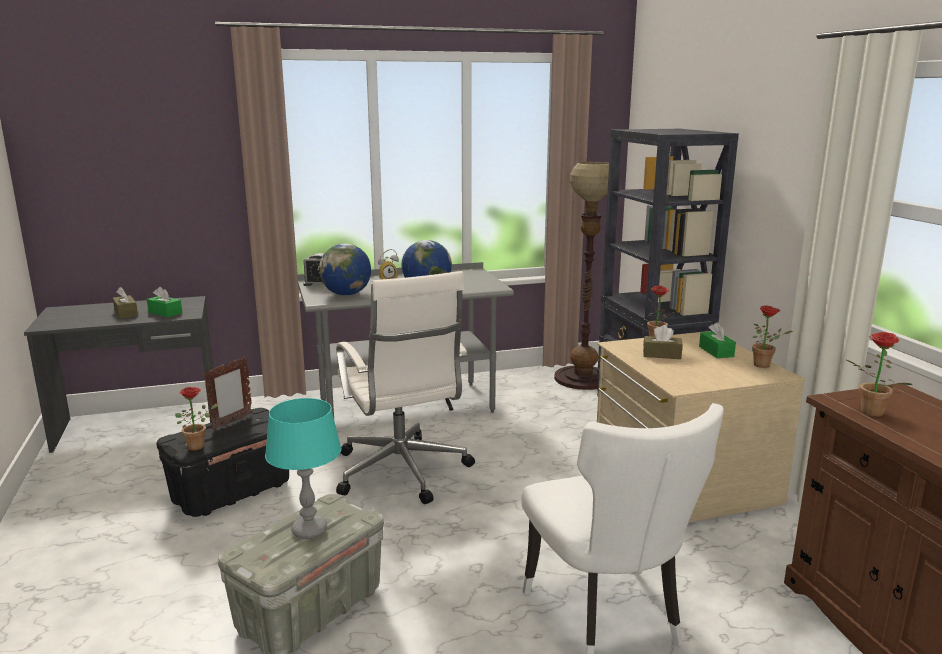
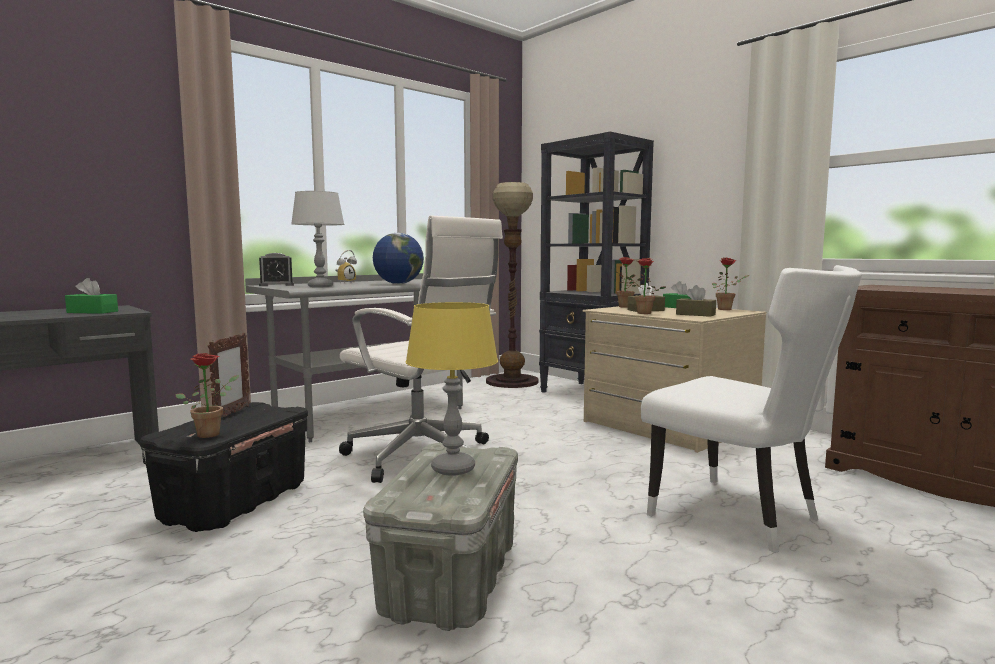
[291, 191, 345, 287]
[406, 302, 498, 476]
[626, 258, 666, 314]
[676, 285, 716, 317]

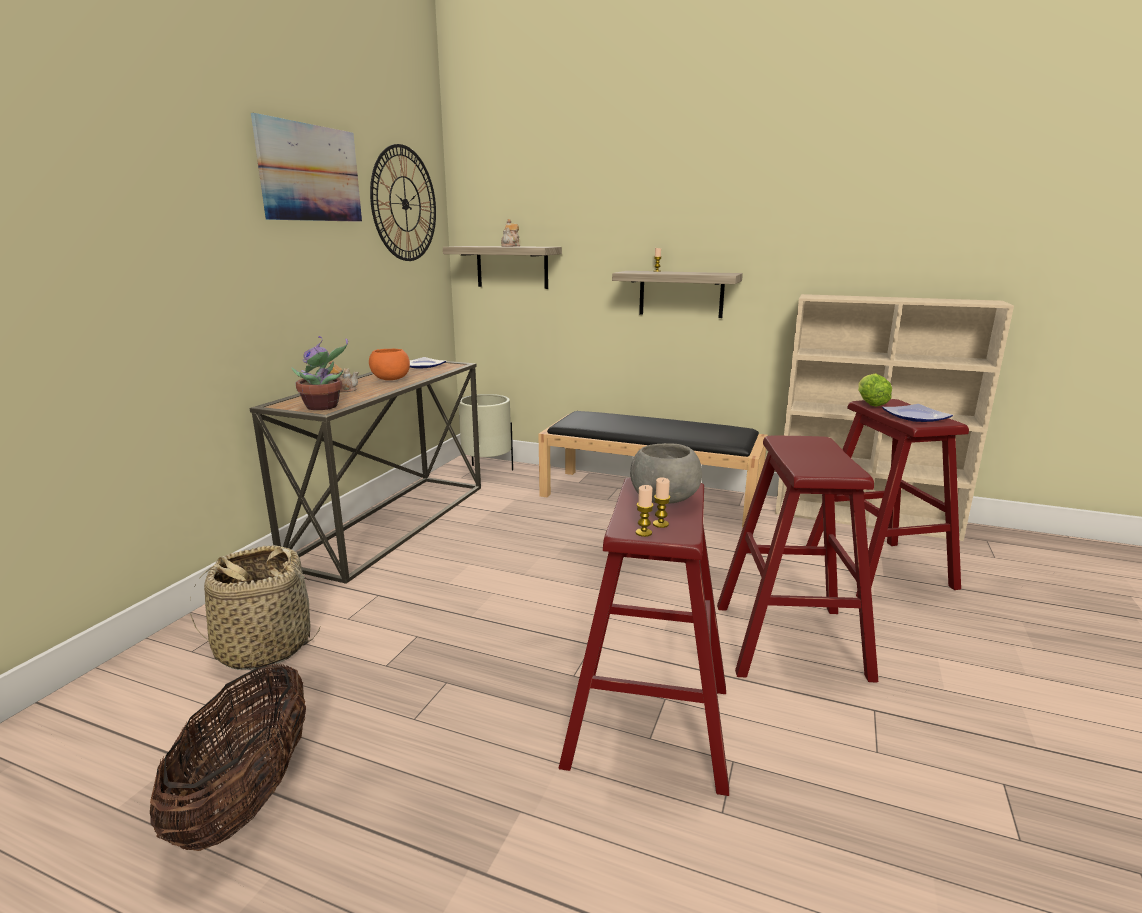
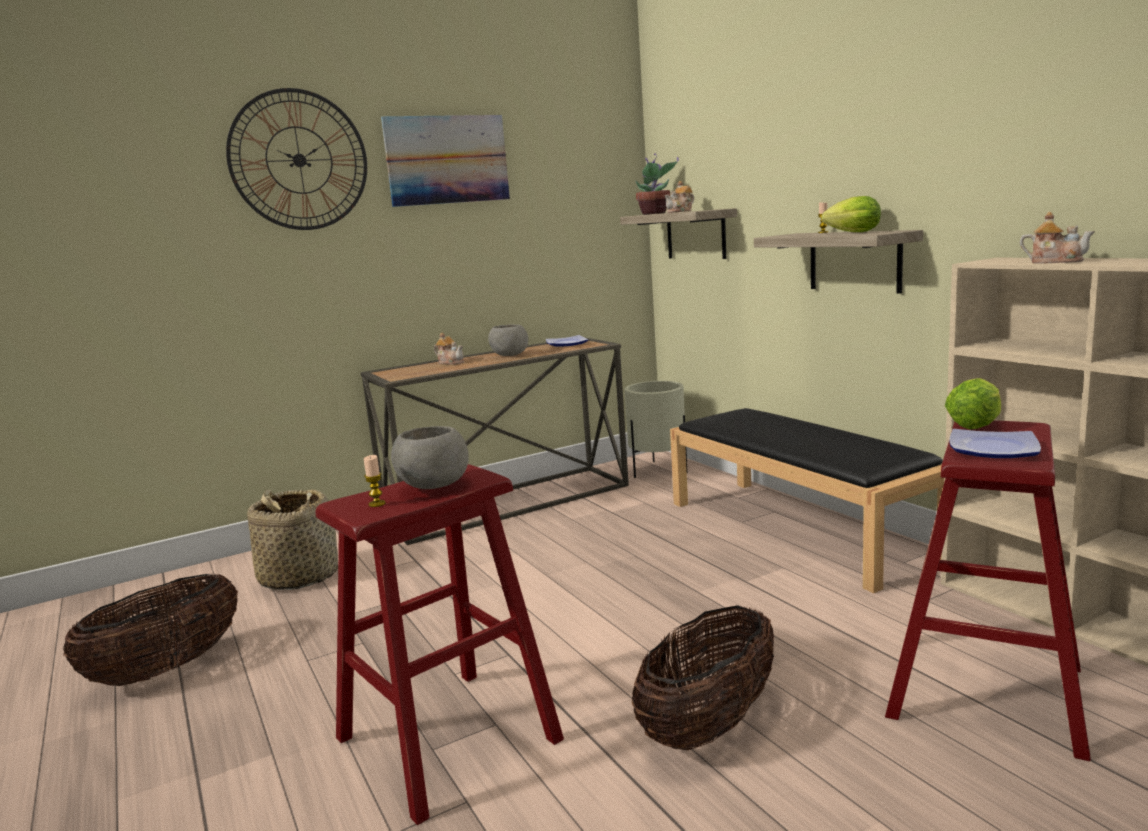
[226, 88, 367, 230]
[488, 325, 528, 356]
[632, 605, 774, 750]
[636, 154, 679, 215]
[821, 196, 881, 232]
[1020, 212, 1095, 264]
[636, 485, 654, 537] (first image)

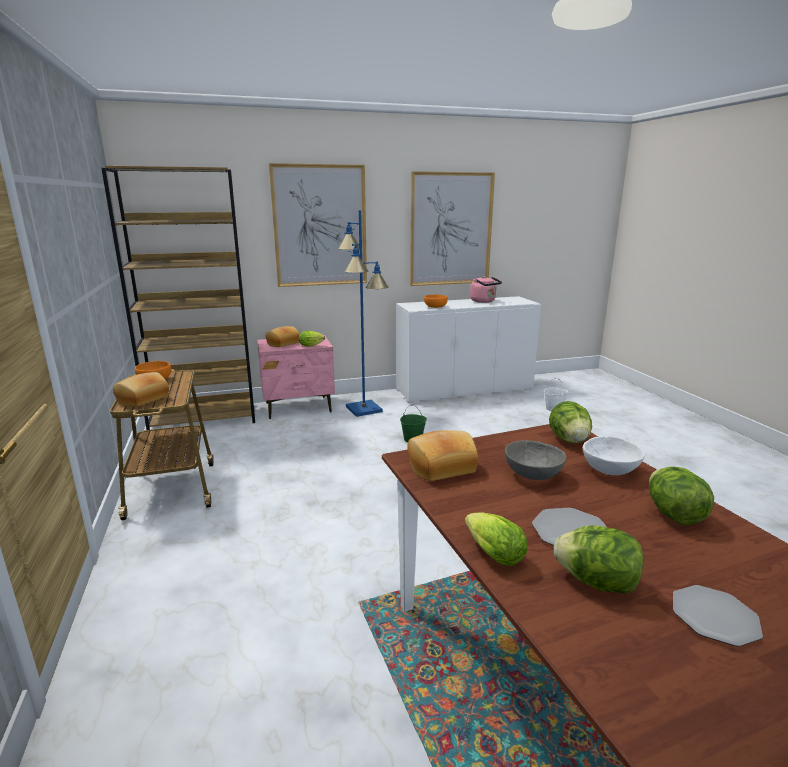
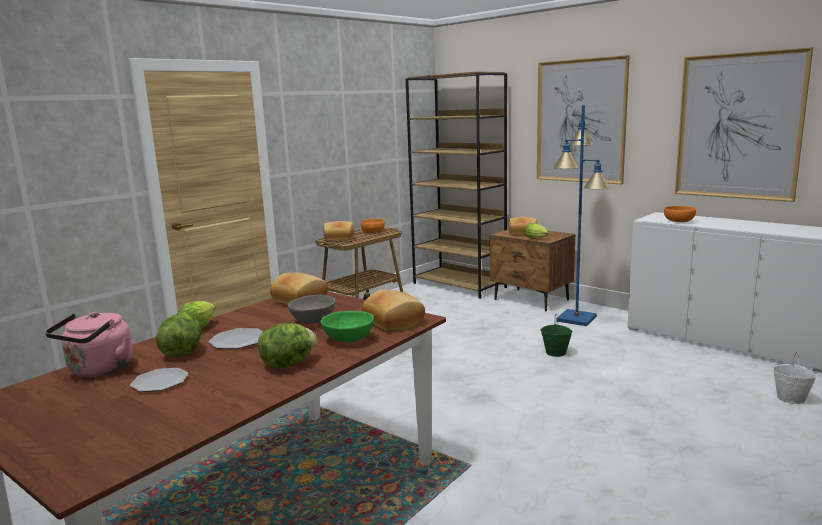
[45, 312, 133, 377]
[321, 311, 374, 343]
[362, 289, 425, 331]
[490, 229, 575, 311]

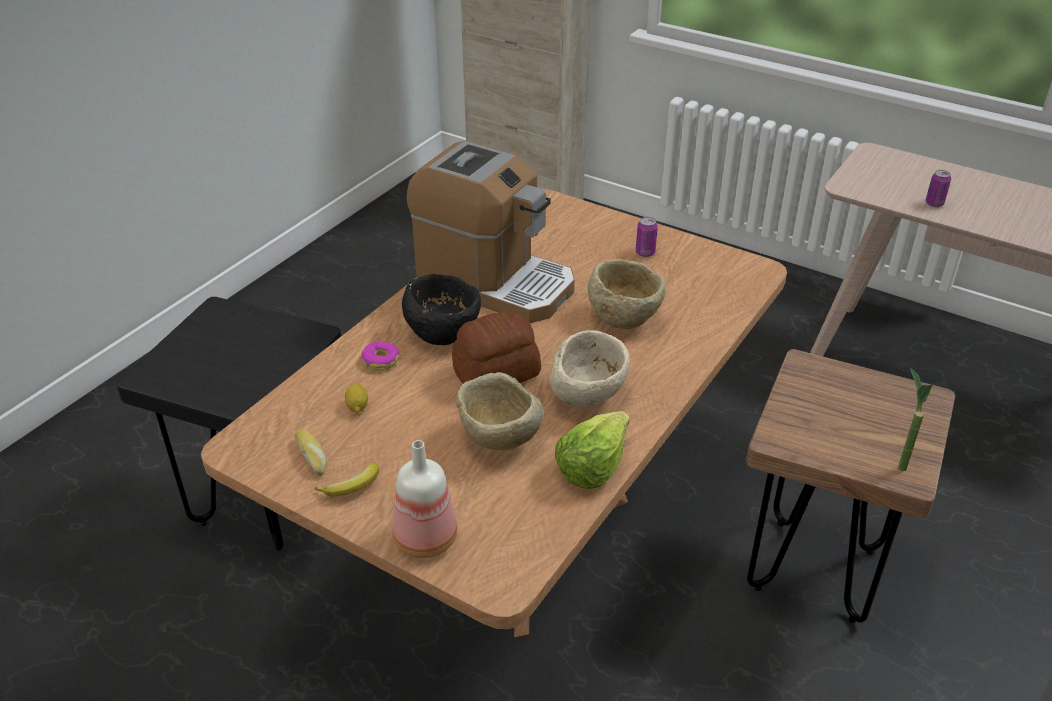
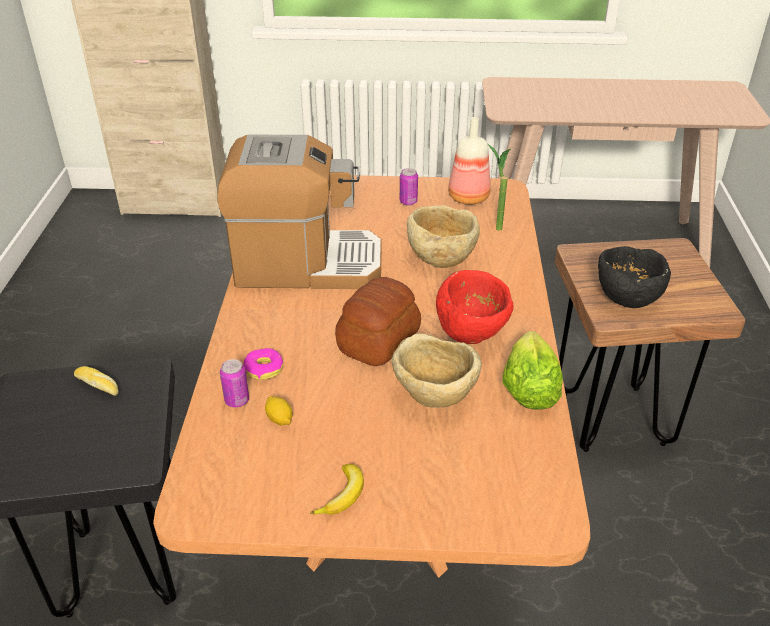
[74, 366, 119, 396]
[220, 359, 249, 408]
[436, 270, 513, 344]
[448, 117, 490, 205]
[487, 143, 510, 231]
[598, 246, 671, 308]

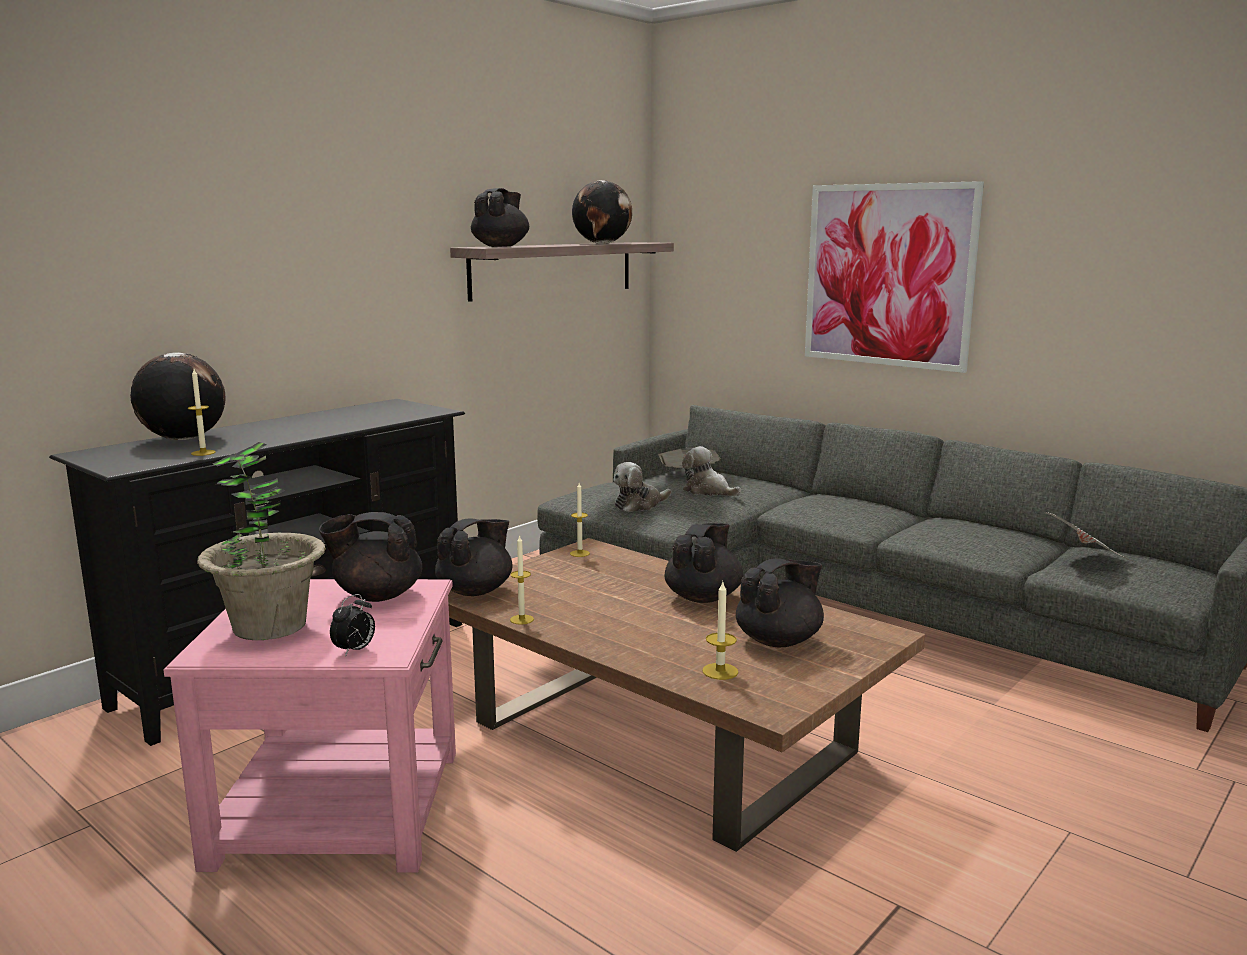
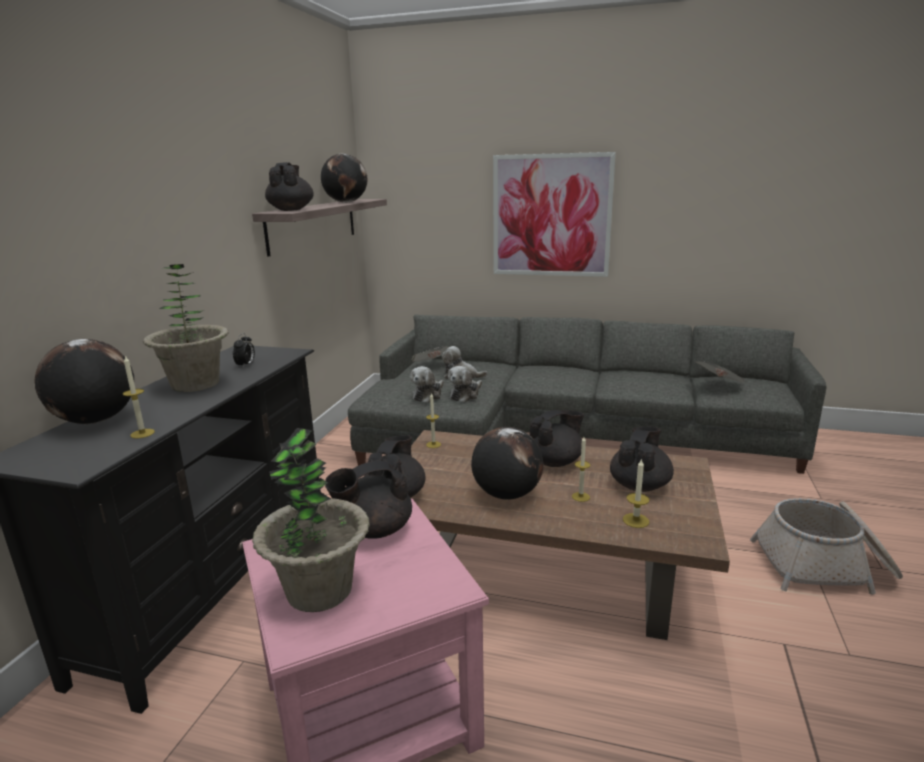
[143, 264, 229, 392]
[233, 333, 255, 368]
[448, 366, 482, 402]
[471, 427, 543, 500]
[529, 410, 584, 467]
[572, 437, 590, 502]
[750, 498, 903, 595]

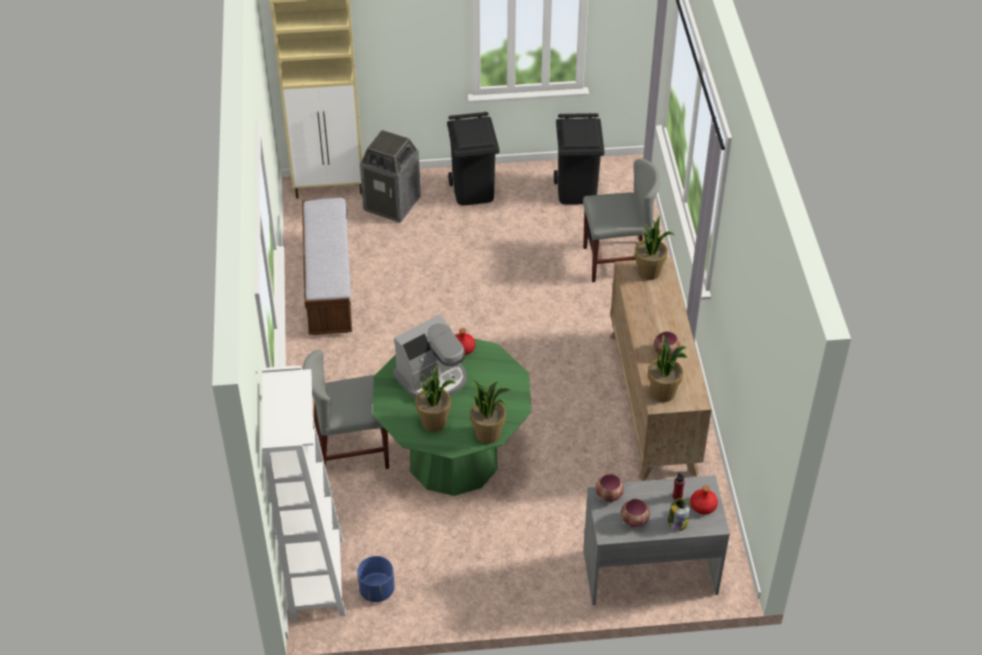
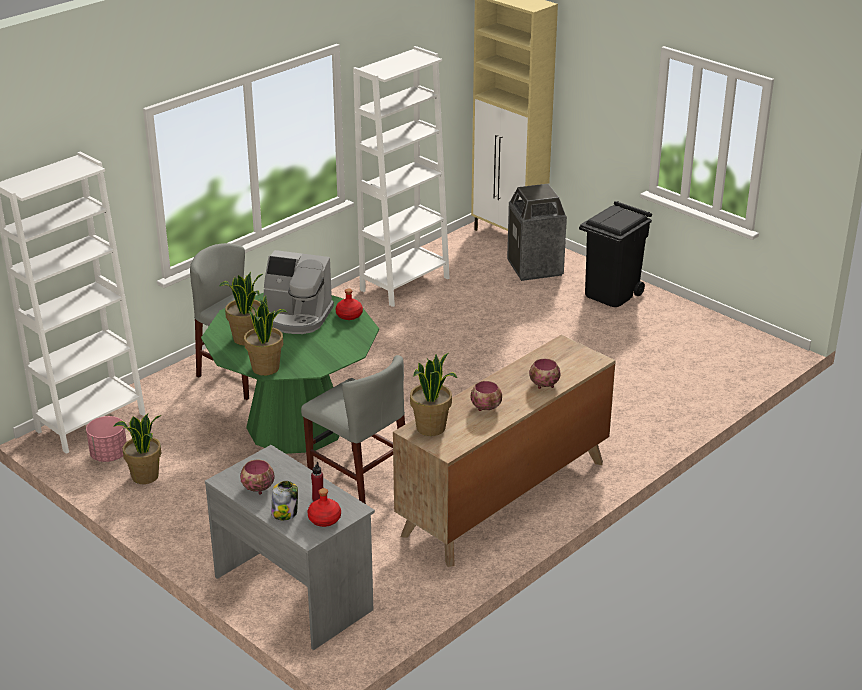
[86, 416, 127, 462]
[113, 413, 161, 484]
[301, 355, 405, 504]
[353, 46, 450, 307]
[529, 358, 560, 389]
[554, 113, 604, 205] (first image)

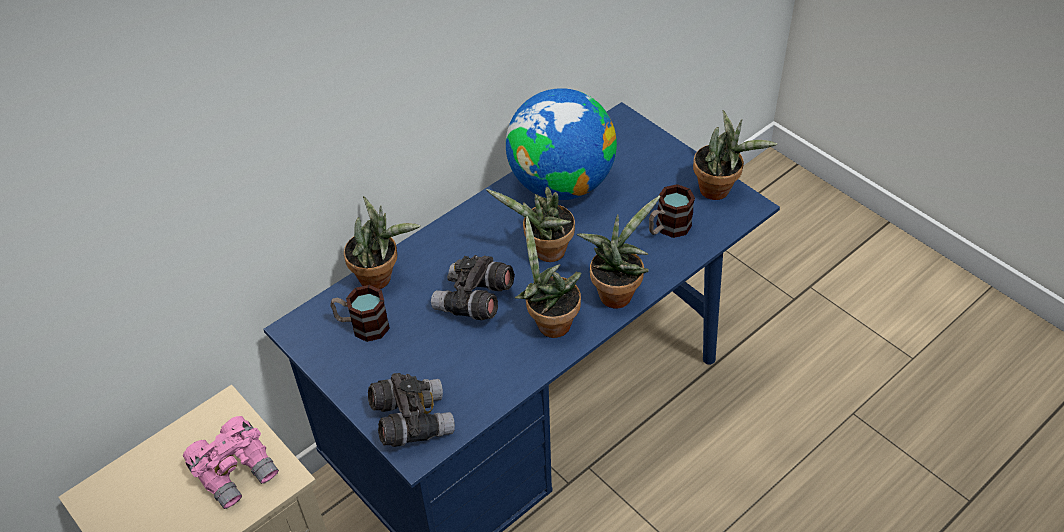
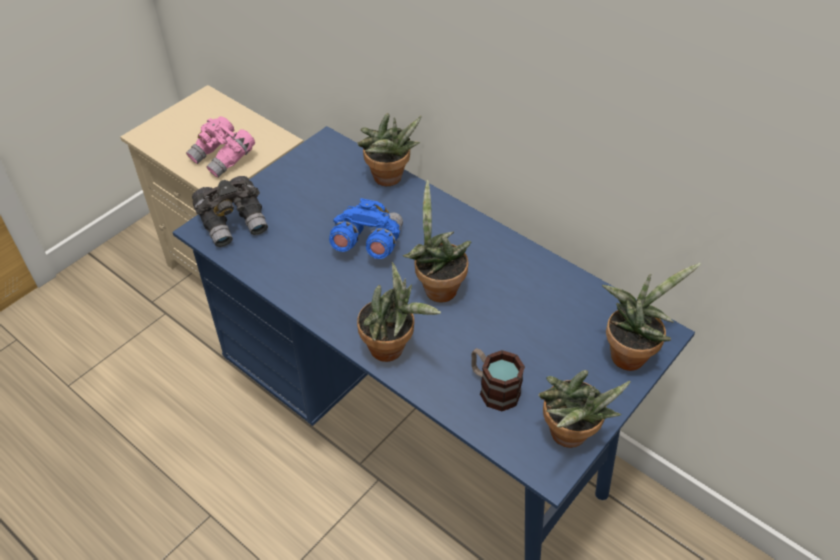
[329, 198, 403, 259]
[602, 263, 701, 371]
[330, 285, 390, 342] (first image)
[506, 88, 617, 200] (first image)

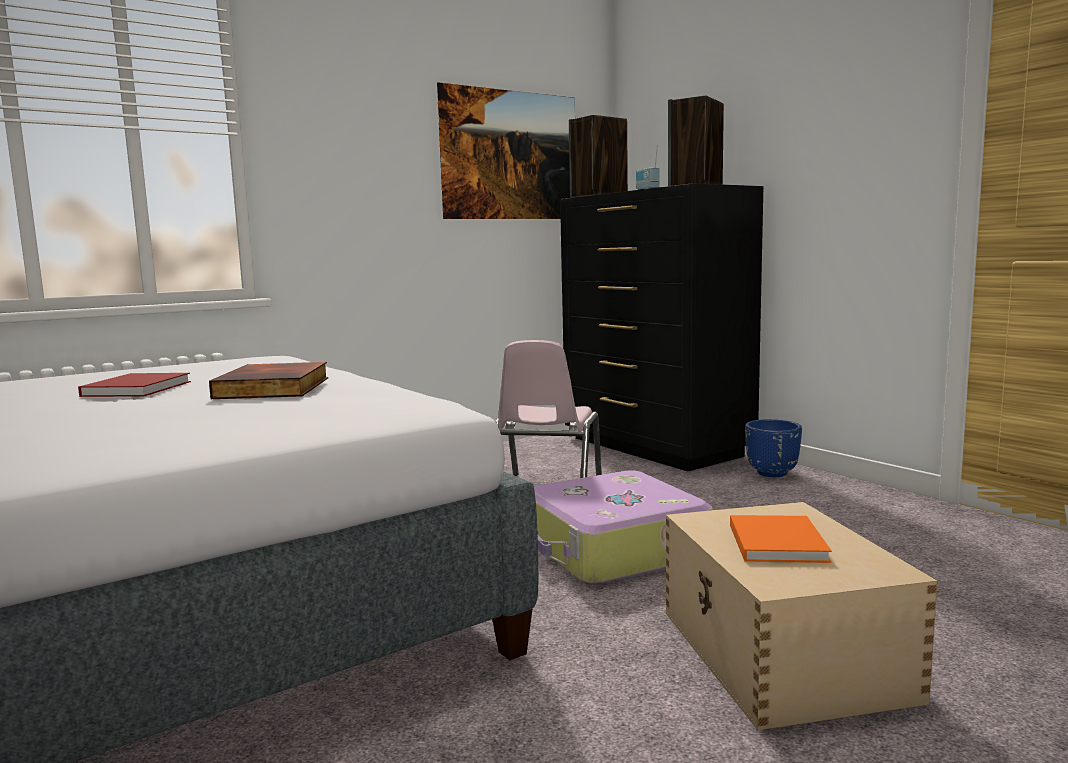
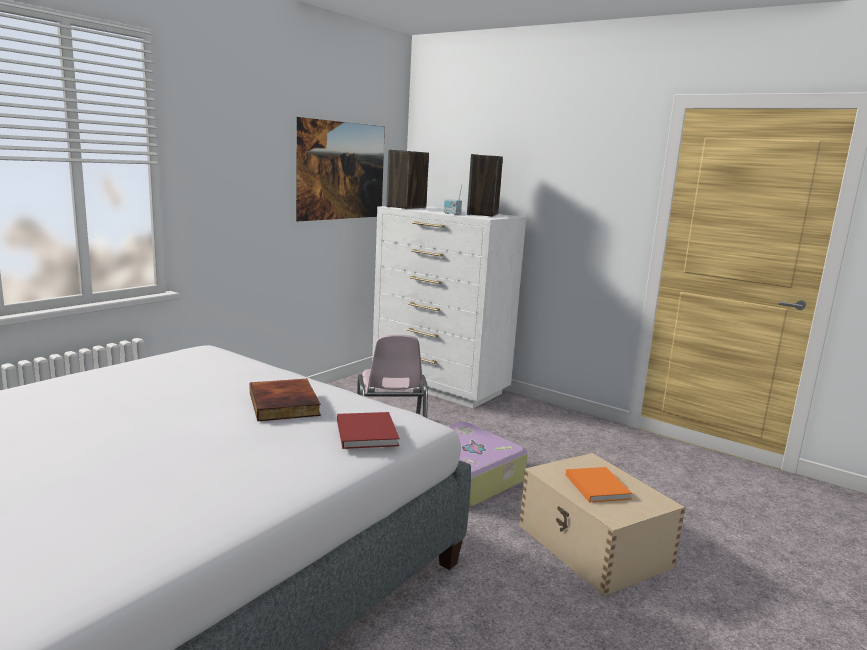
[337, 412, 400, 449]
[372, 206, 526, 408]
[745, 419, 802, 477] (first image)

